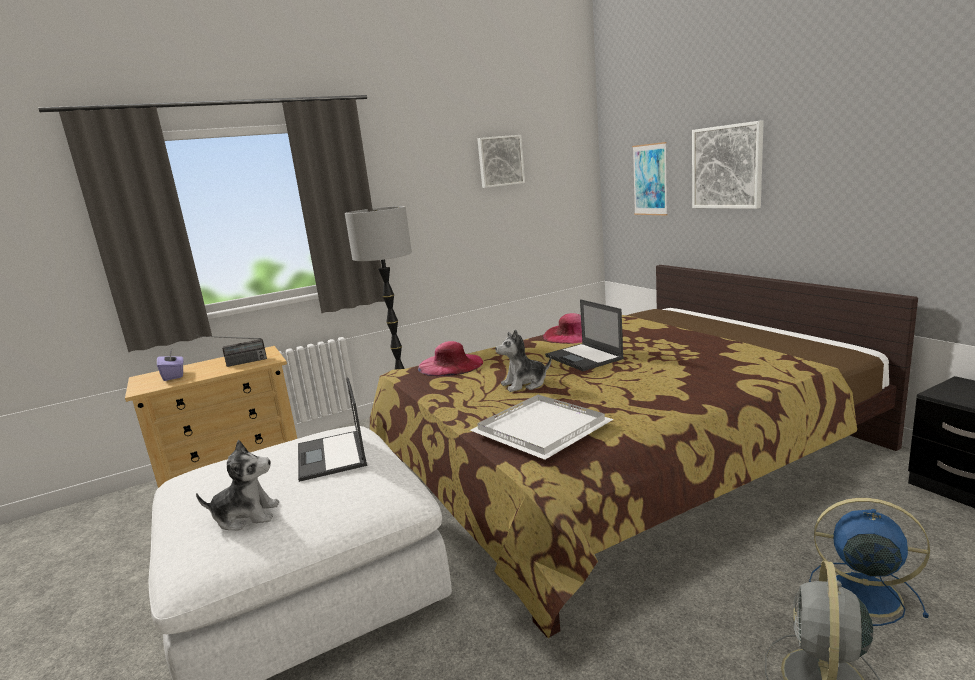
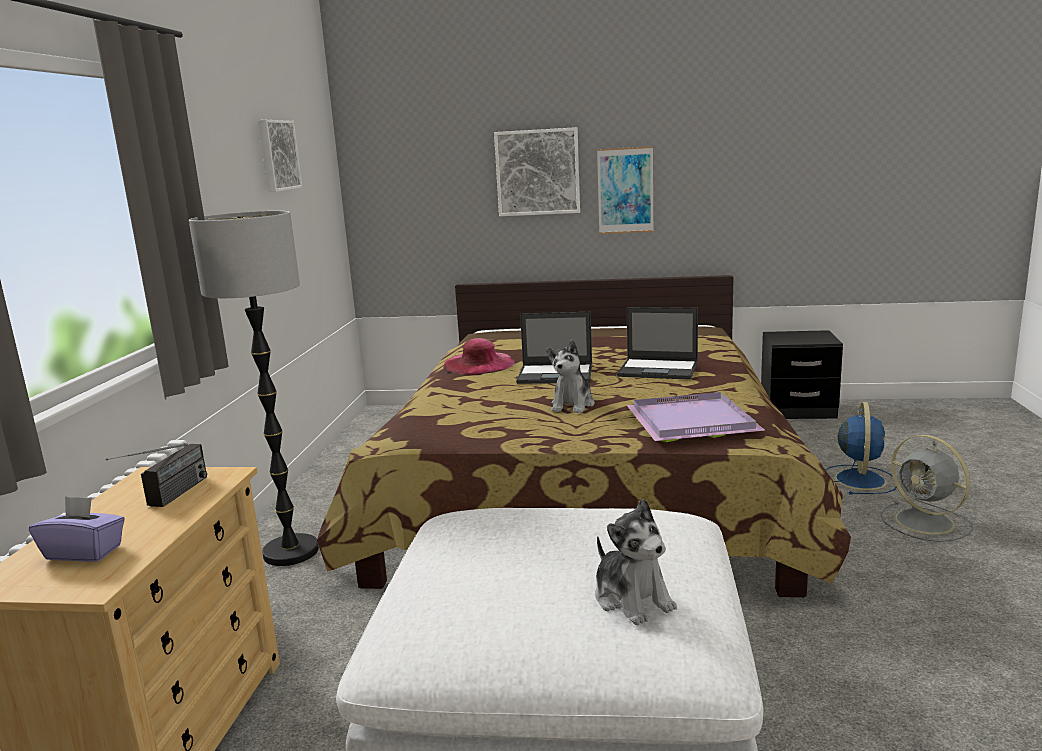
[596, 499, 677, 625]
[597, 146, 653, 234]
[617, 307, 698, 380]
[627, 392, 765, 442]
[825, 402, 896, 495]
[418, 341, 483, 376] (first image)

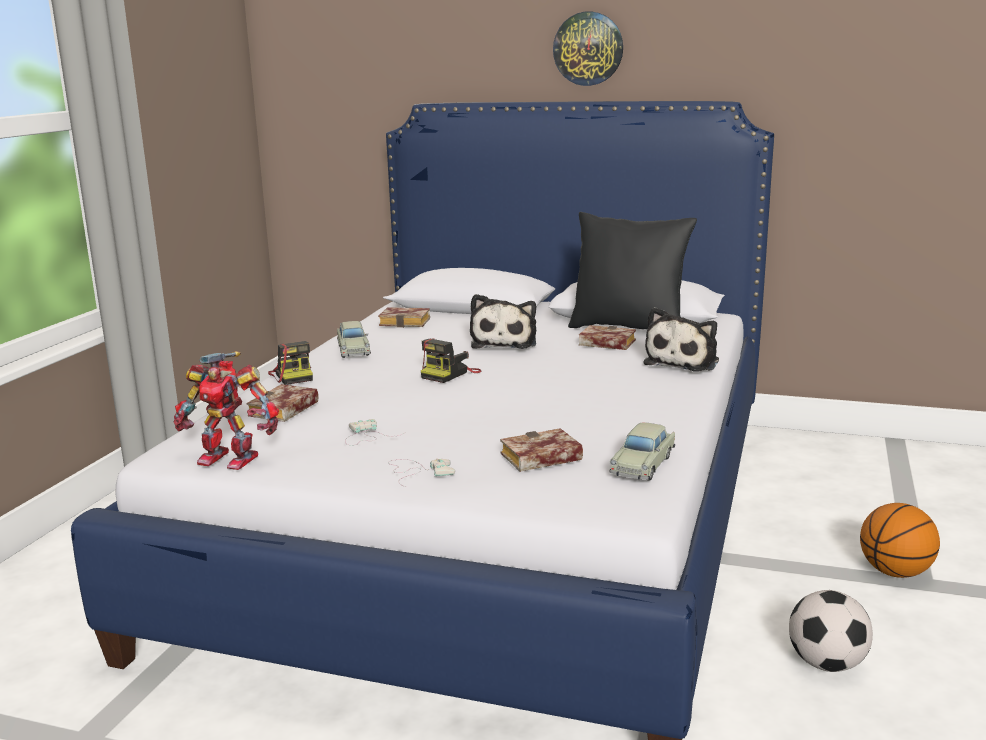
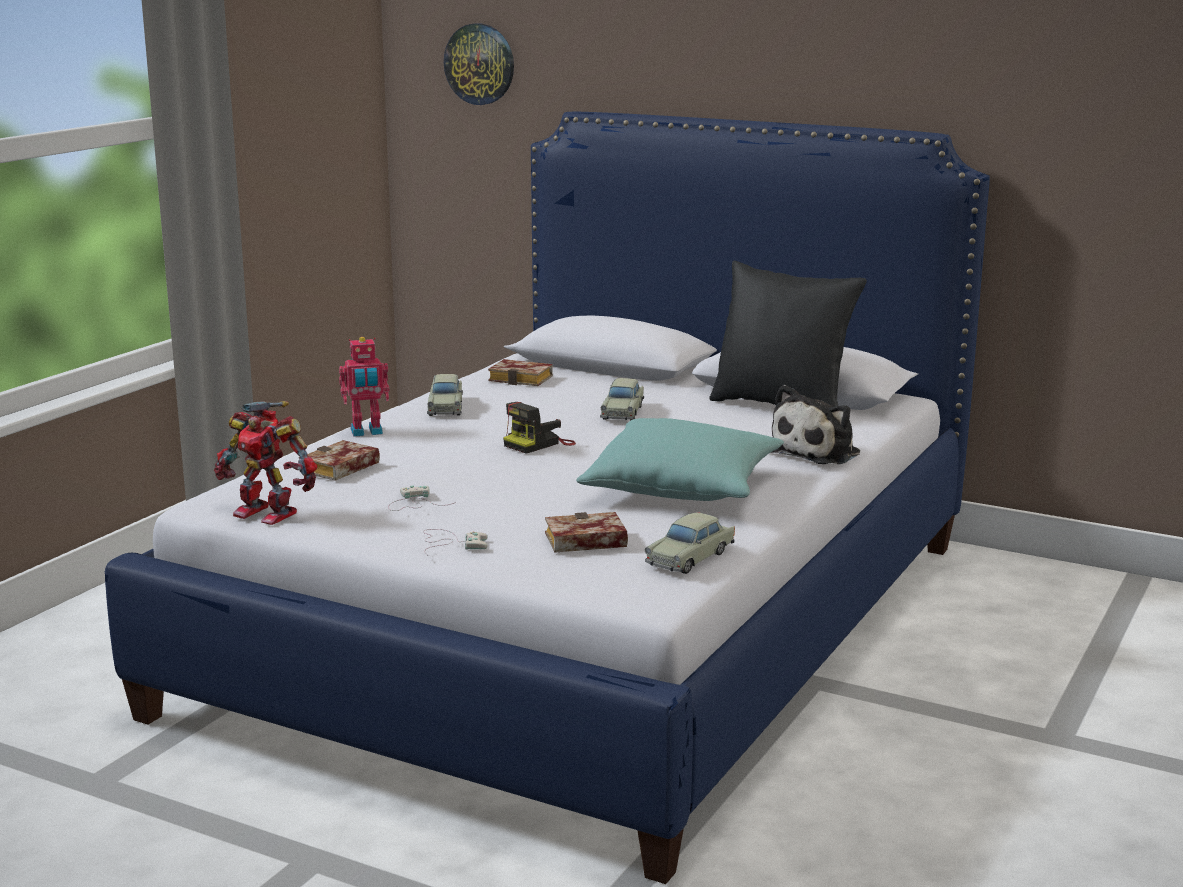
[339, 337, 390, 437]
[444, 23, 514, 105]
[576, 418, 784, 501]
[600, 378, 644, 421]
[579, 325, 636, 350] (first image)
[789, 590, 873, 672] (first image)
[860, 503, 940, 578] (first image)

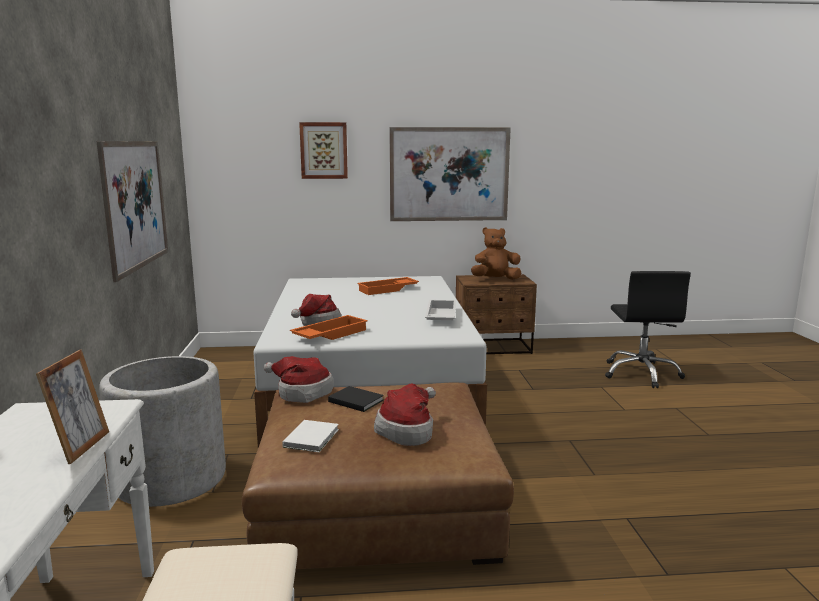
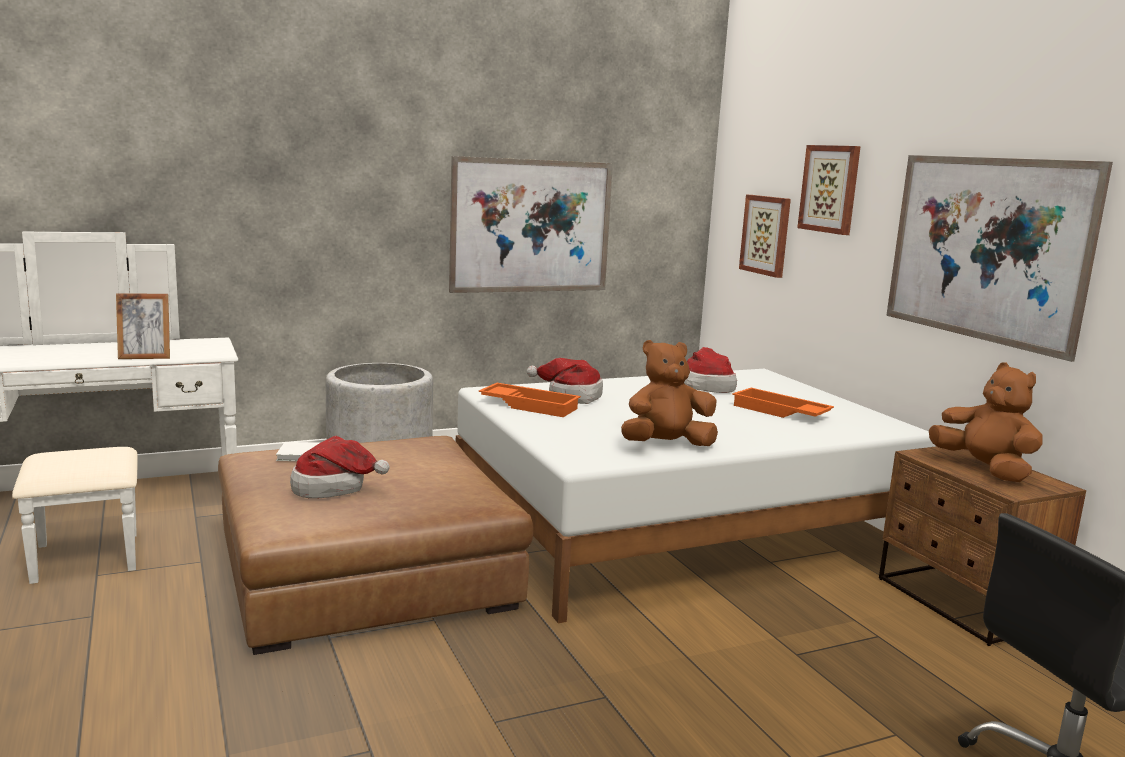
[621, 340, 718, 446]
[684, 347, 737, 393]
[739, 195, 791, 278]
[328, 386, 384, 412] (first image)

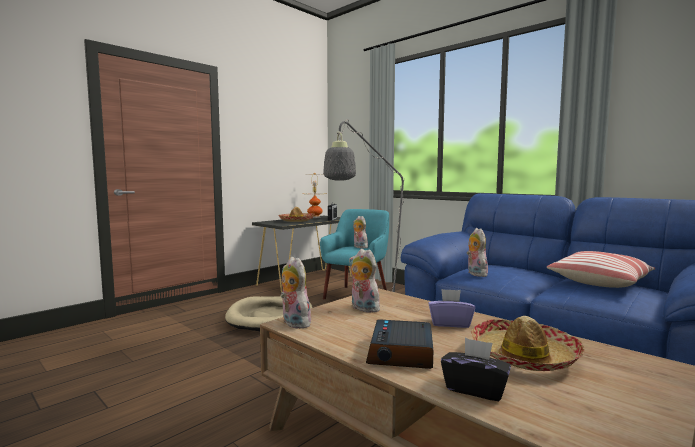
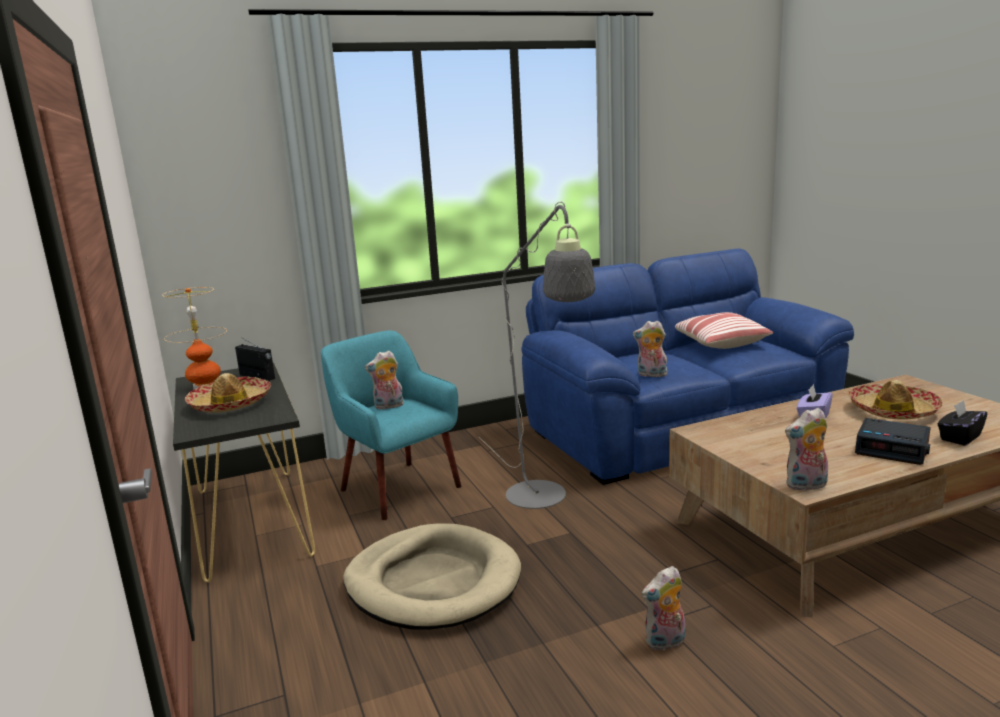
[642, 566, 686, 651]

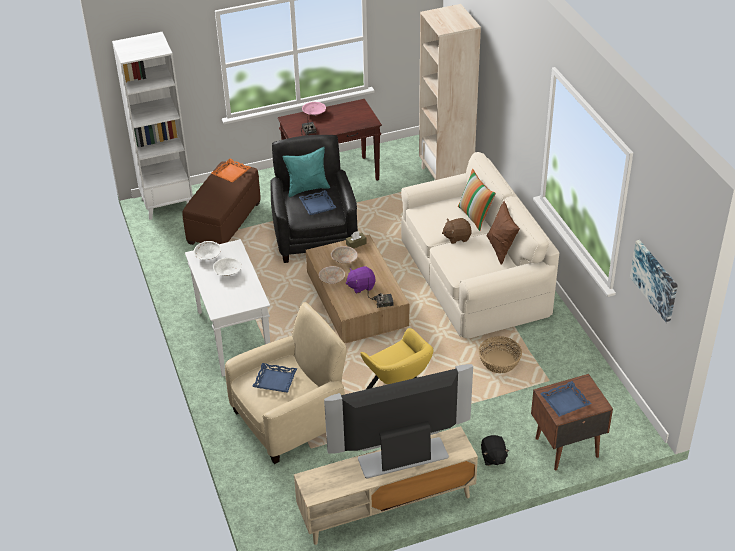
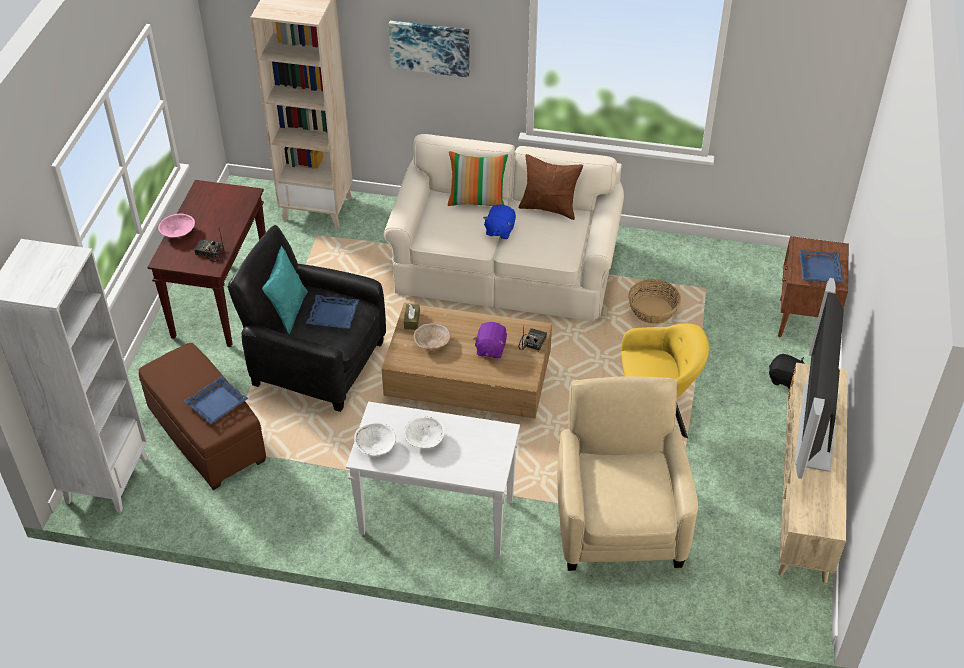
[184, 376, 248, 424]
[389, 21, 470, 78]
[483, 205, 516, 239]
[211, 159, 251, 183] (first image)
[319, 266, 345, 284] (first image)

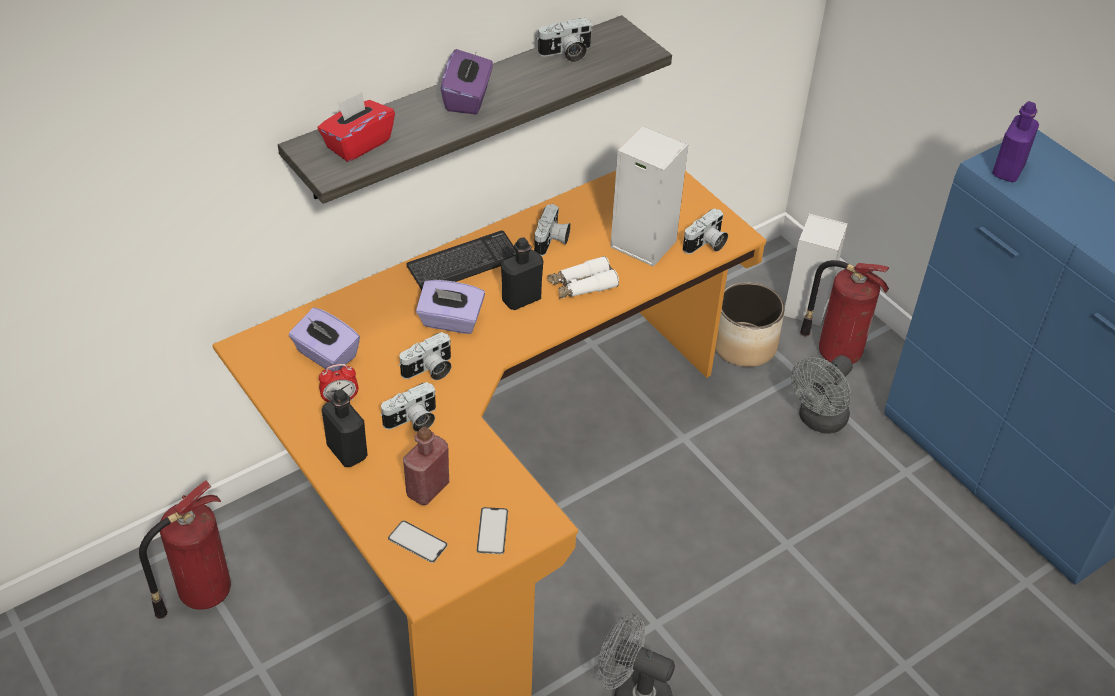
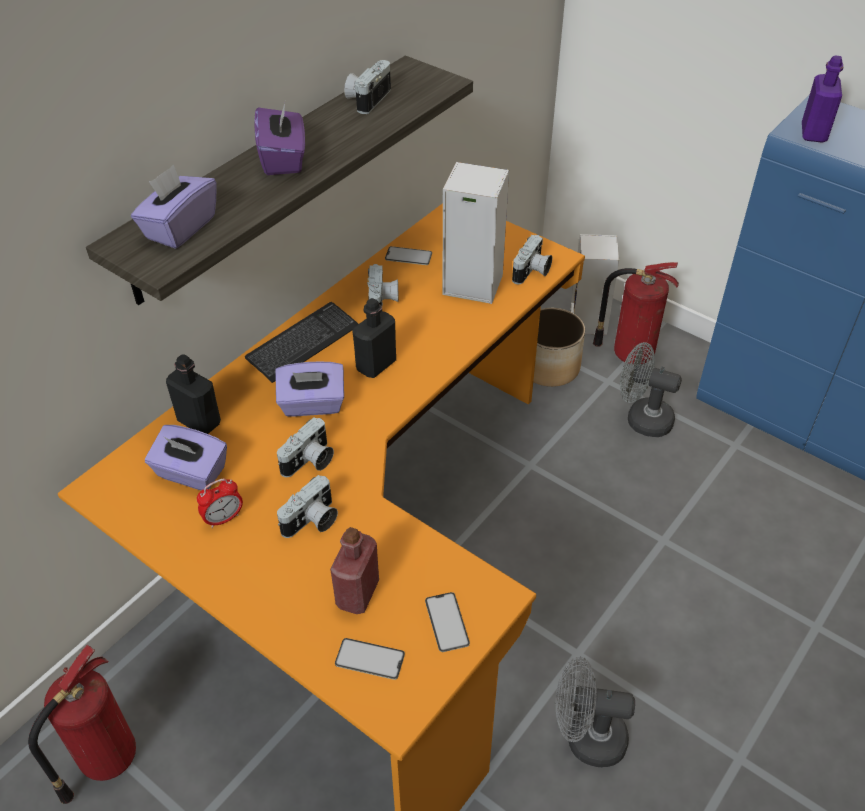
[131, 165, 217, 249]
[166, 355, 221, 434]
[344, 60, 391, 114]
[385, 246, 432, 265]
[620, 342, 682, 437]
[547, 256, 619, 299] (first image)

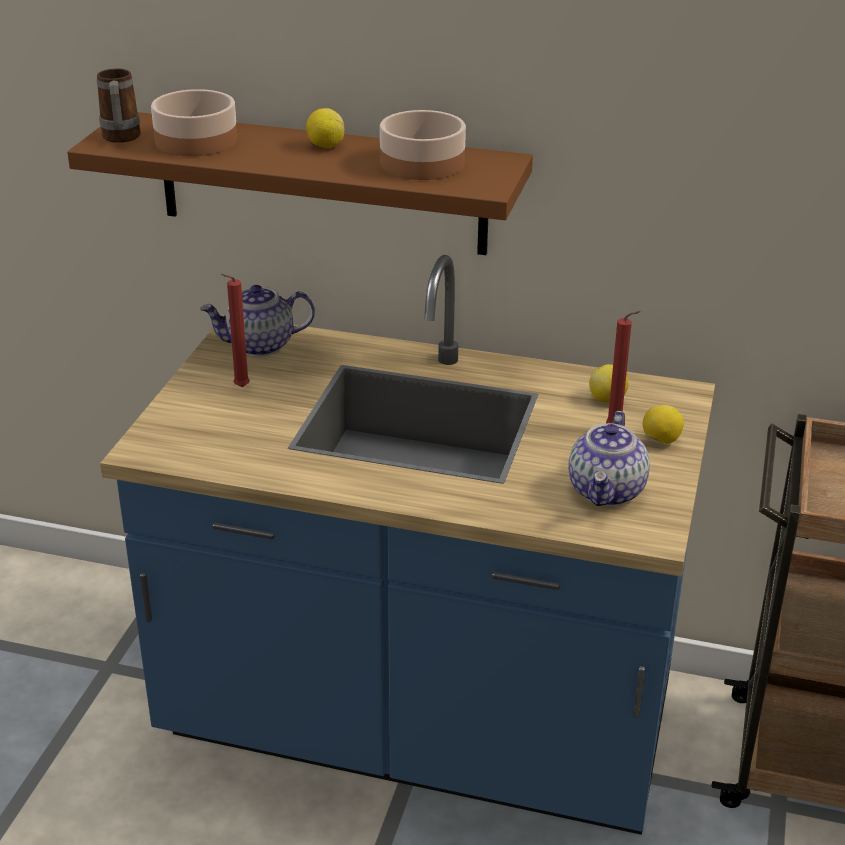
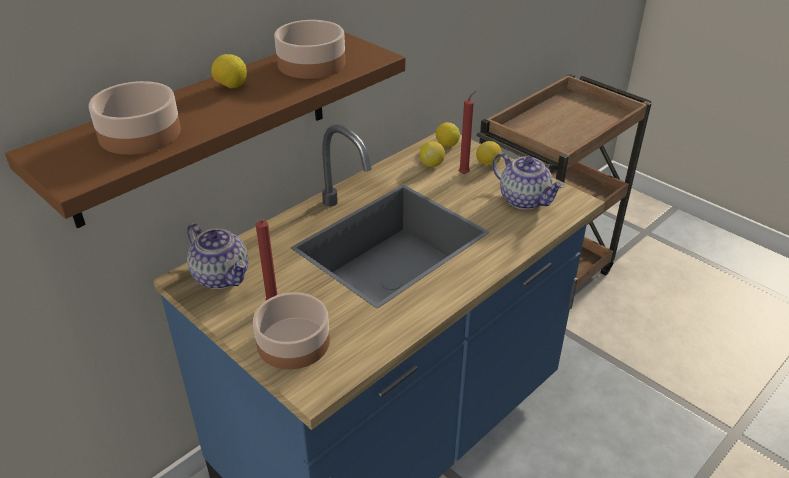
[187, 223, 248, 289]
[253, 292, 330, 369]
[436, 122, 460, 147]
[97, 69, 141, 143] (first image)

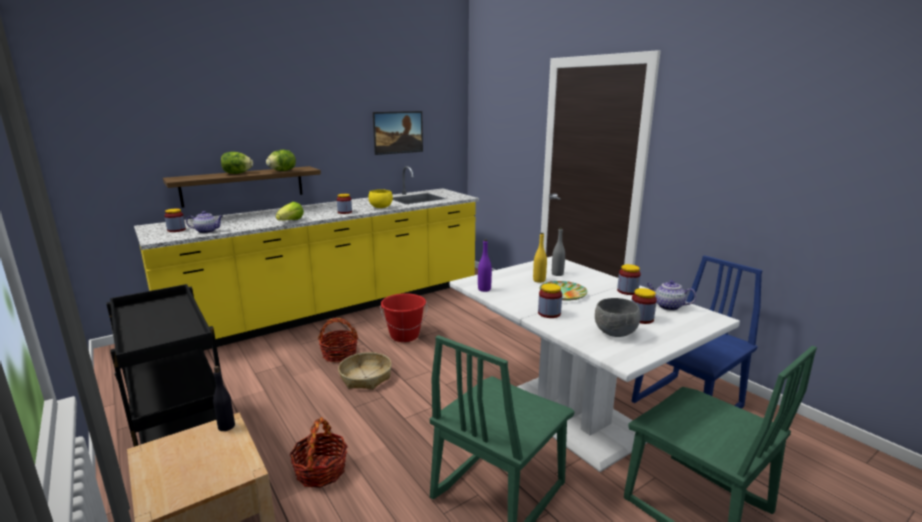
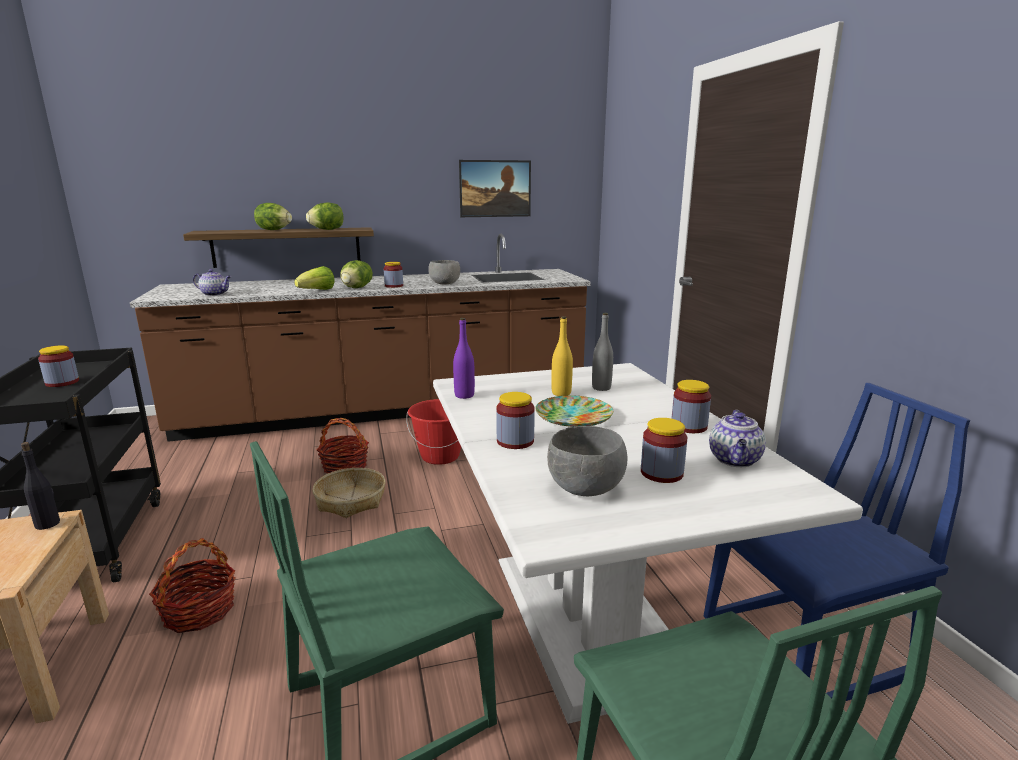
[38, 345, 79, 387]
[130, 234, 591, 442]
[340, 260, 373, 288]
[428, 260, 460, 284]
[709, 410, 766, 467]

